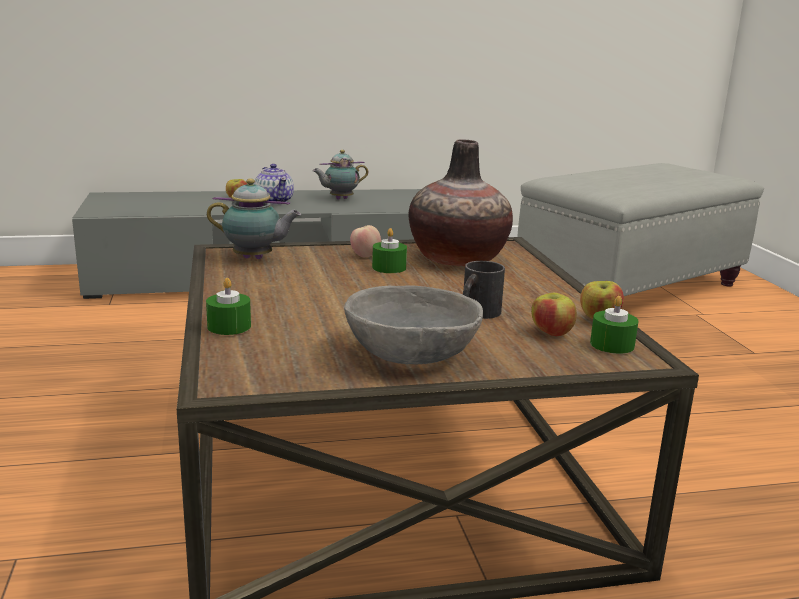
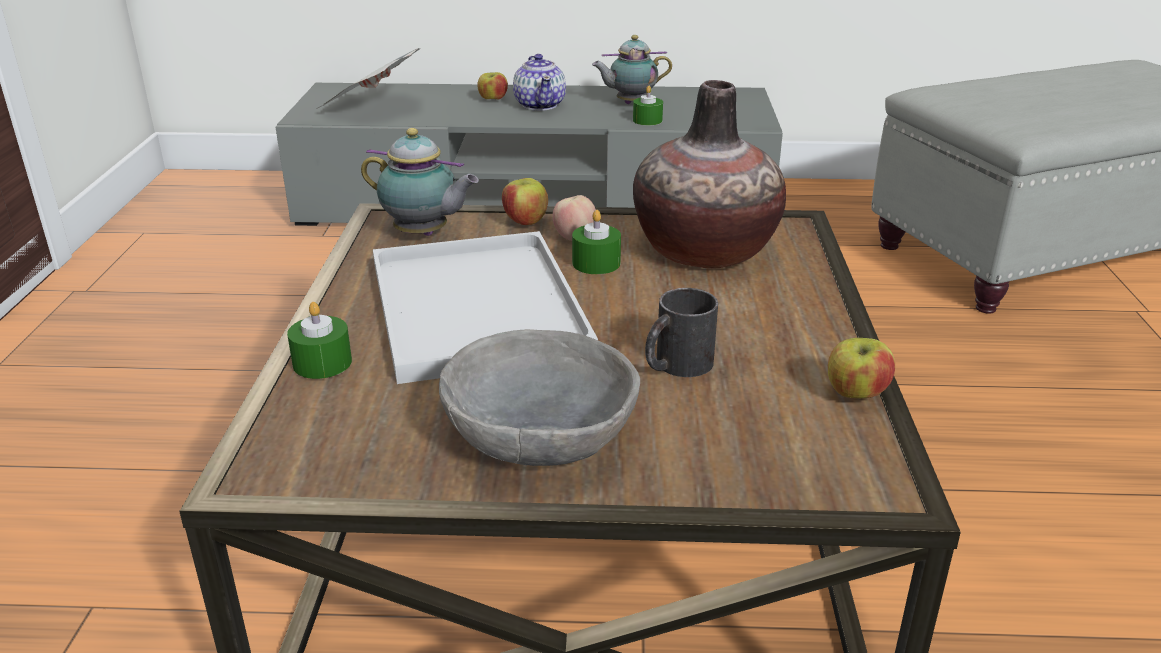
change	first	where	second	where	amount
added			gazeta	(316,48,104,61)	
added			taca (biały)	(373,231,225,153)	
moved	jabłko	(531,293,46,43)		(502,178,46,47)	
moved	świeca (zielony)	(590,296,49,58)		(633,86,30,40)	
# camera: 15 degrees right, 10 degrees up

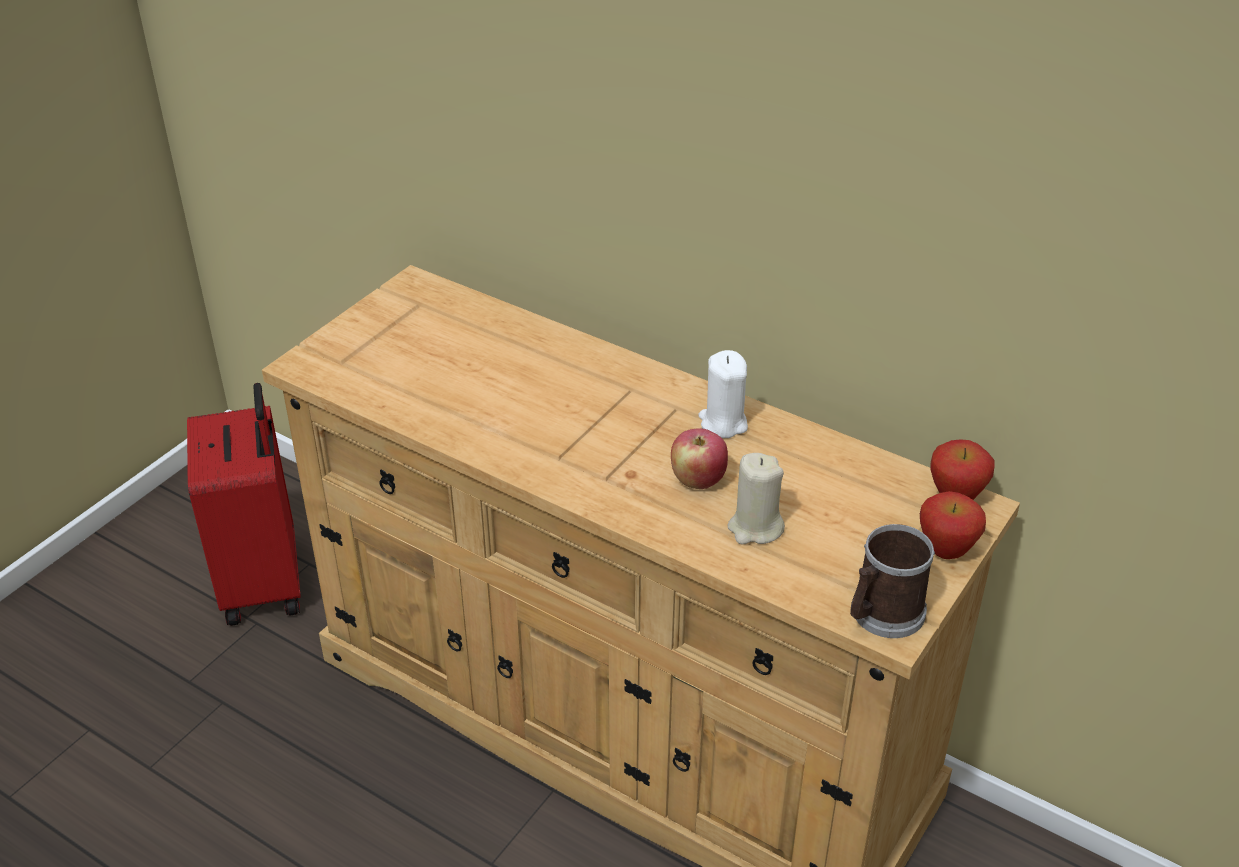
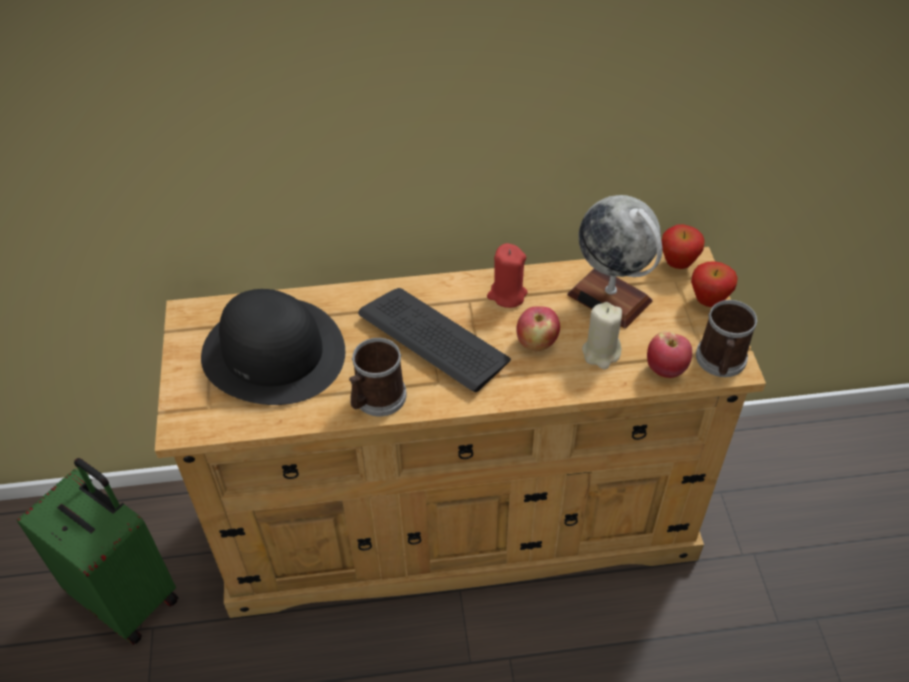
change	first	where	second	where	amount
added			kapelusz (czarny)	(201,289,144,116)	
added			kubek	(349,338,58,78)	
added			klawiatura	(358,288,153,104)	
added			globus	(567,195,95,134)	
added			jabłko	(647,331,45,47)	
recoloured	walizka (czerwony)	(187,383,114,243)	walizka (zielony)	(17,458,162,187)	
recoloured	świeca (biały)	(698,350,50,88)	świeca (czerwony)	(487,243,40,65)	
# camera: 40 degrees left, 10 degrees up

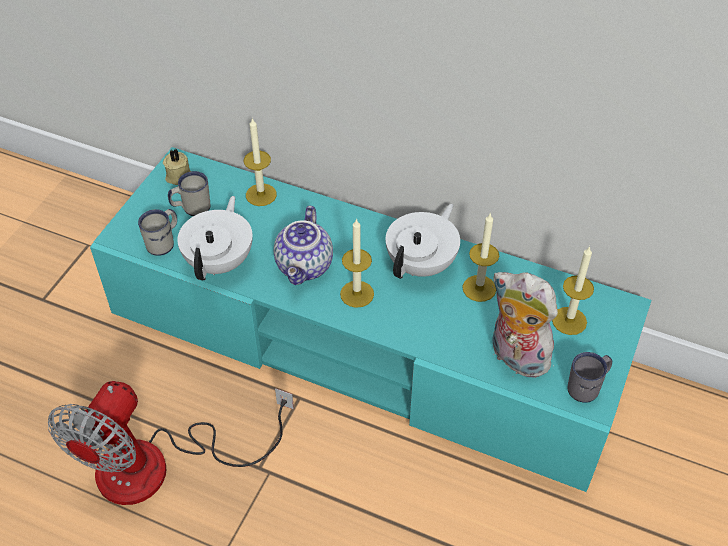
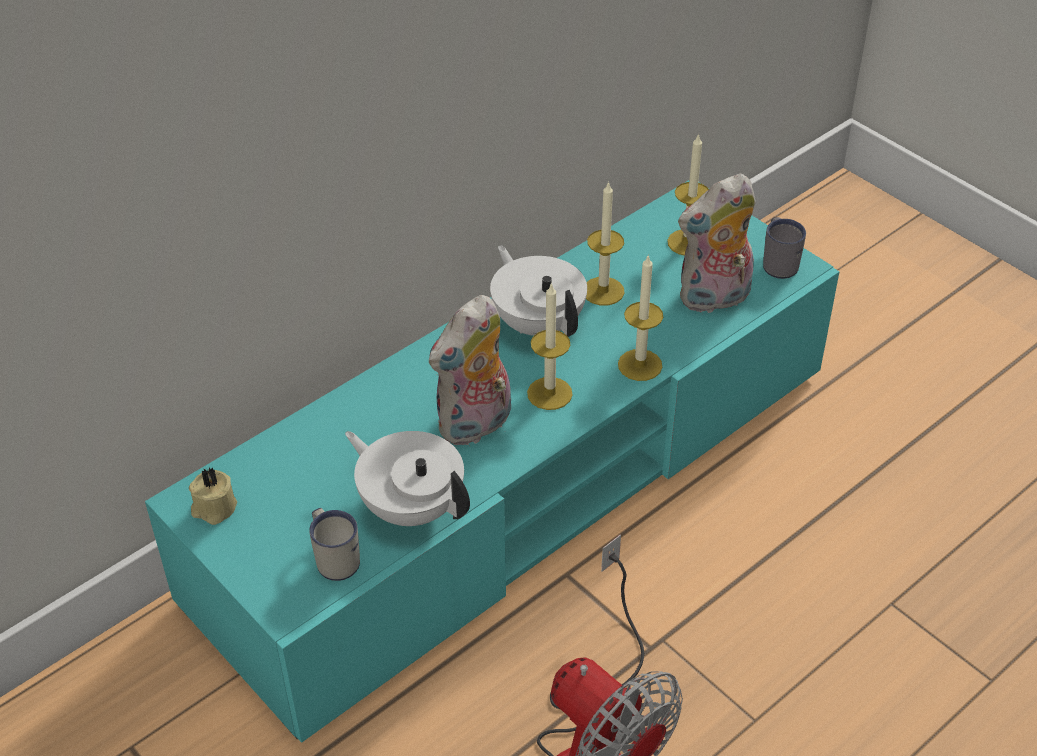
change	first	where	second	where	amount
removed	kubek (biały)	(168,171,42,45)			
moved	świeca	(244,118,33,88)		(618,254,45,127)	
replaced	imbryk	(274,205,59,80)	pluszak	(429,295,82,150)	
# camera: 65 degrees left, 5 degrees down

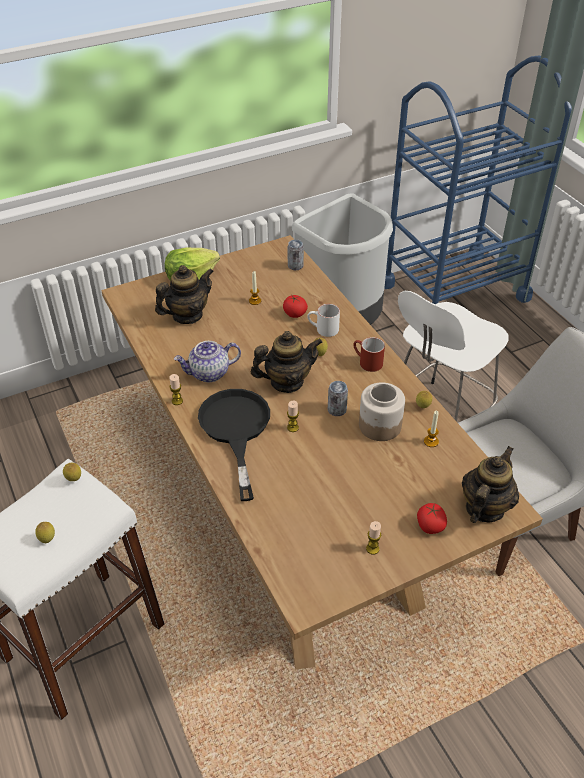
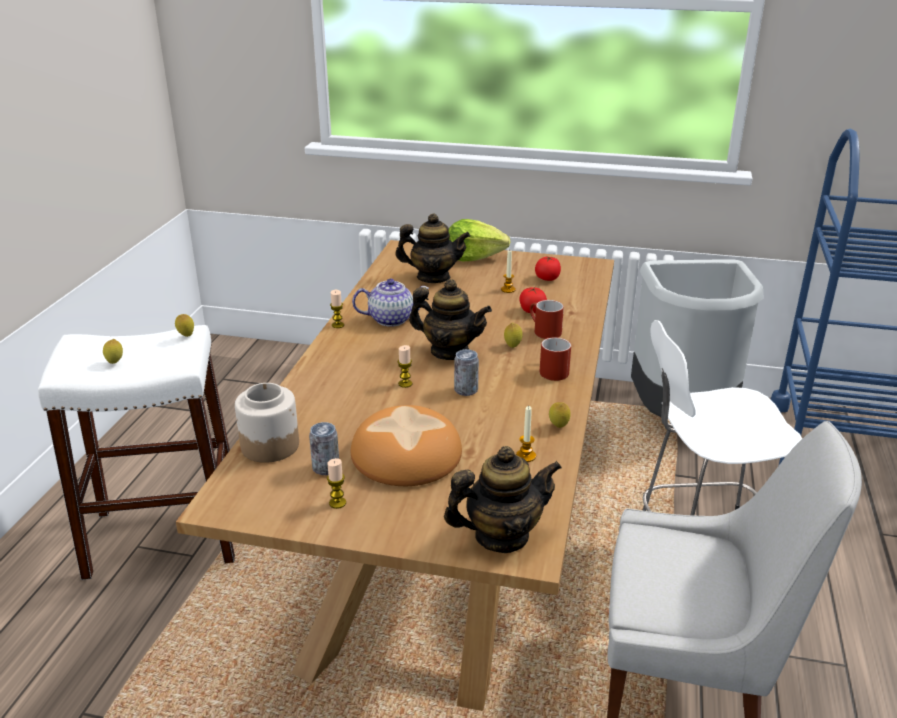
change	first	where	second	where	amount
removed	patelnia (czarny)	(198,389,72,112)			
added			chleb	(351,405,111,81)	
moved	puszka	(288,239,16,31)		(309,422,30,53)	
moved	słoik	(359,382,46,59)		(235,383,64,80)	
moved	pomidor	(417,503,30,31)		(535,257,26,24)	
recoloured	kubek (biały)	(307,304,33,33)	kubek (czerwony)	(530,300,34,39)	
turned	imbryk	(174,341,67,41)		(352,278,77,49)	150 degrees clockwise
# camera: 40 degrees right, 15 degrees down

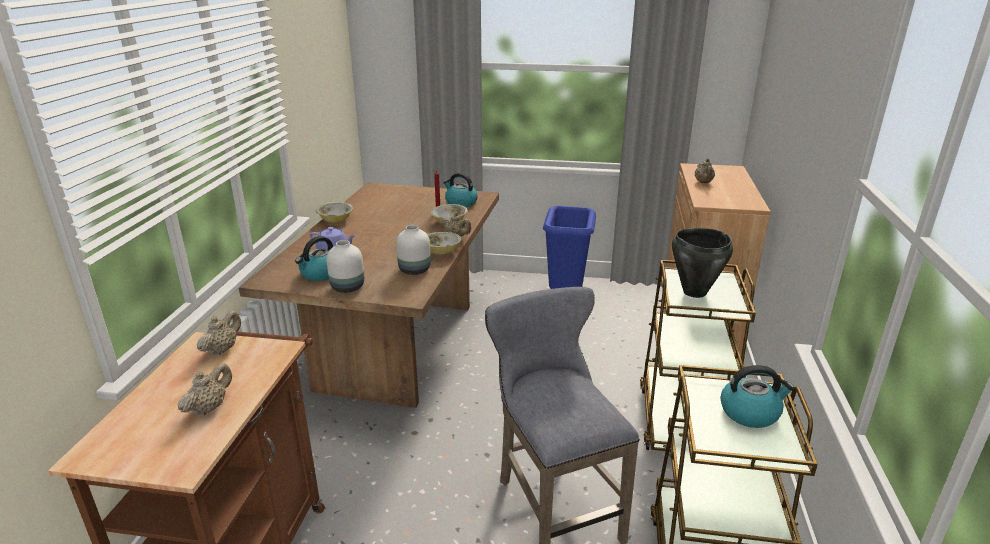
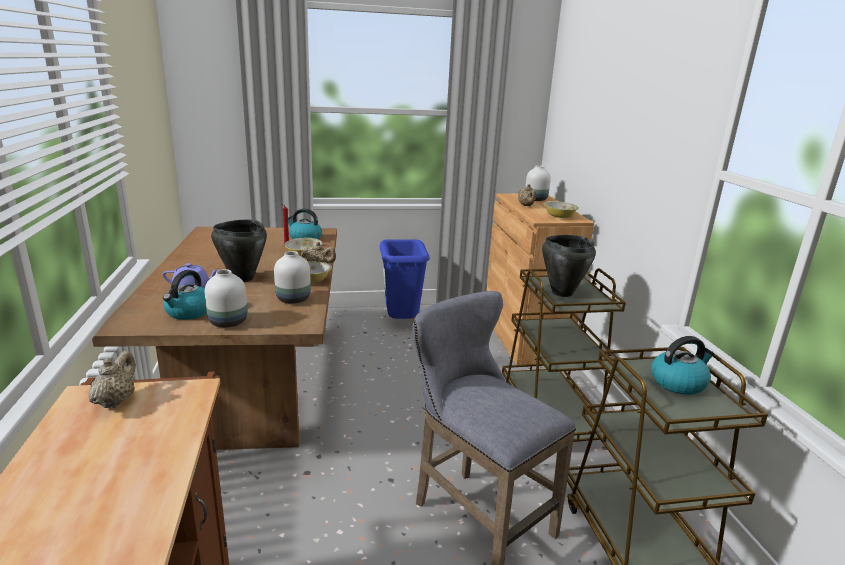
change	first	where	second	where	amount
removed	imbryk (beżowy)	(178,363,54,53)			
added			garnek (czarny)	(211,220,56,62)	
added			wazon (biały)	(525,165,26,36)	
moved	miska	(316,202,37,21)		(544,201,35,17)	
# camera: 20 degrees left, 5 degrees down

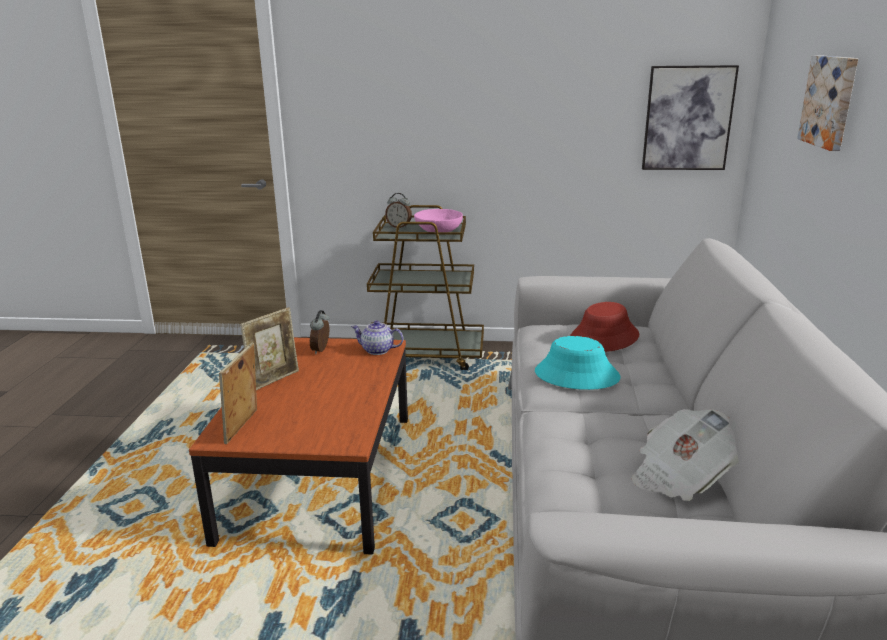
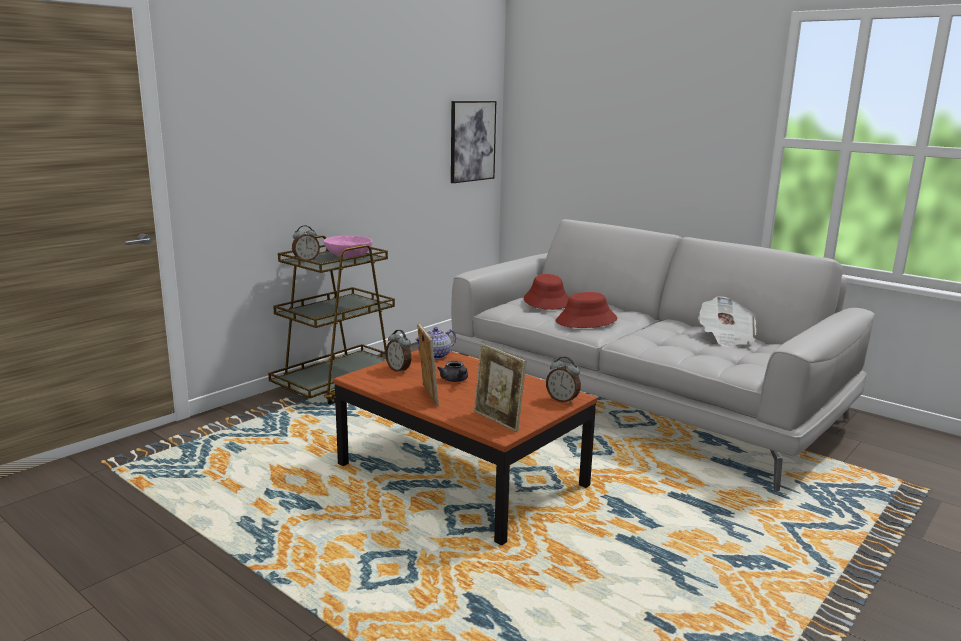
change	first	where	second	where	amount
removed	obraz	(797,55,61,96)			
added			imbryk (szary)	(437,361,31,21)	
added			budzik	(546,356,35,48)	
recoloured	kapelusz (turkusowy)	(535,336,86,54)	kapelusz (czerwony)	(555,292,62,36)	
# camera: 55 degrees left, 5 degrees down

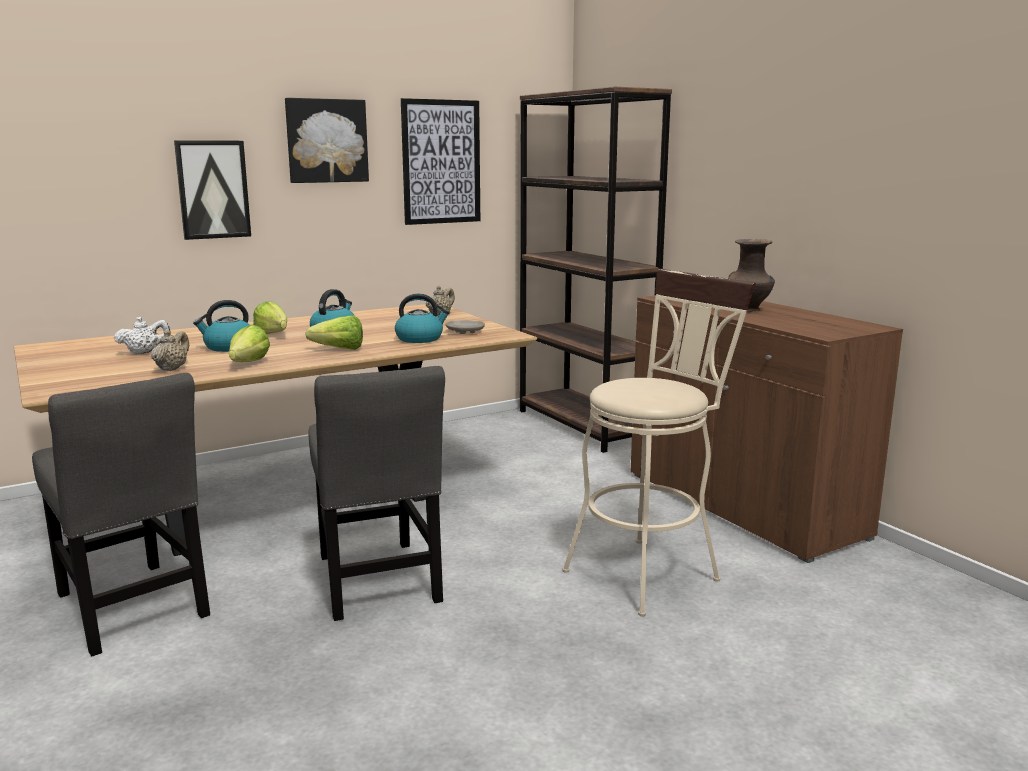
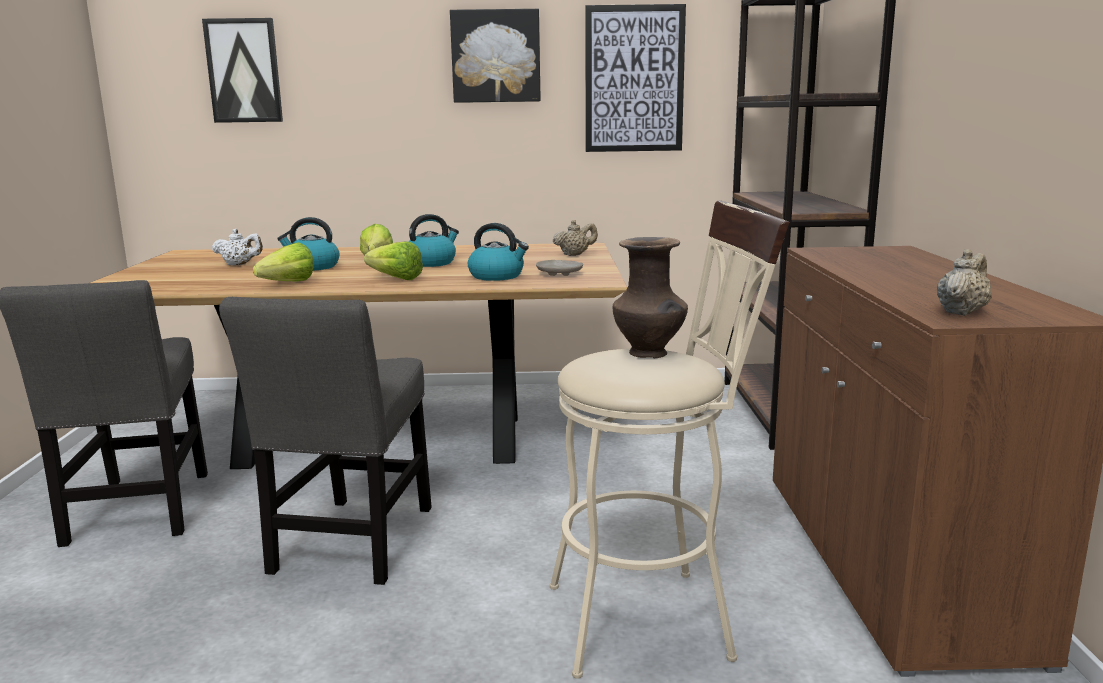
change	first	where	second	where	amount
moved	imbryk (beżowy)	(151,330,38,41)		(937,249,55,67)	
moved	obraz	(174,140,77,100)		(202,18,81,105)	
moved	wazon (brązowy)	(728,239,47,73)		(613,237,75,121)	
# camera: 30 degrees right, 0 degrees up

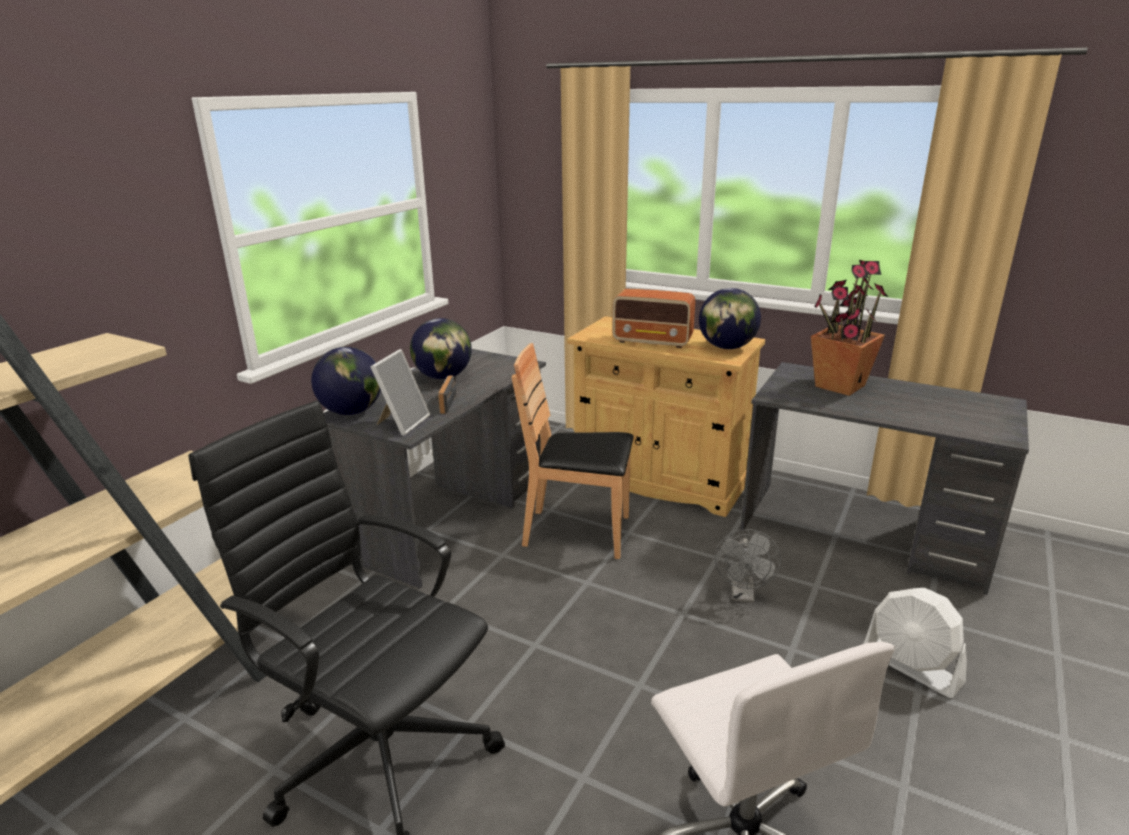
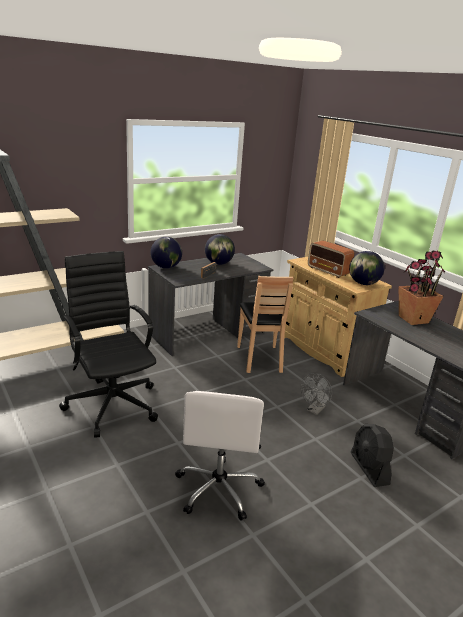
change	first	where	second	where	amount
removed	ramka na zdjęcie	(370,349,60,87)			
recoloured	wentylator (biały)	(863,588,104,110)	wentylator (czarny)	(351,424,43,63)	
turned	krzesło (brązowy)	(511,343,123,216)		(237,276,56,97)	135 degrees counterclockwise
# camera: 25 degrees right, 0 degrees up

